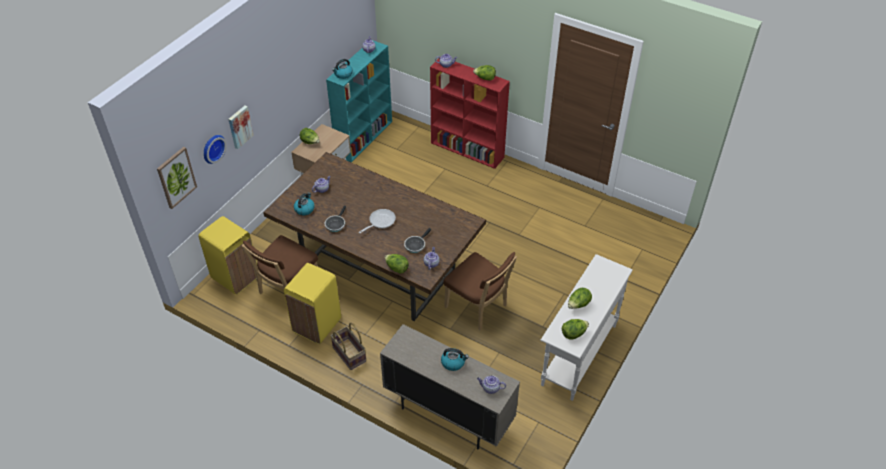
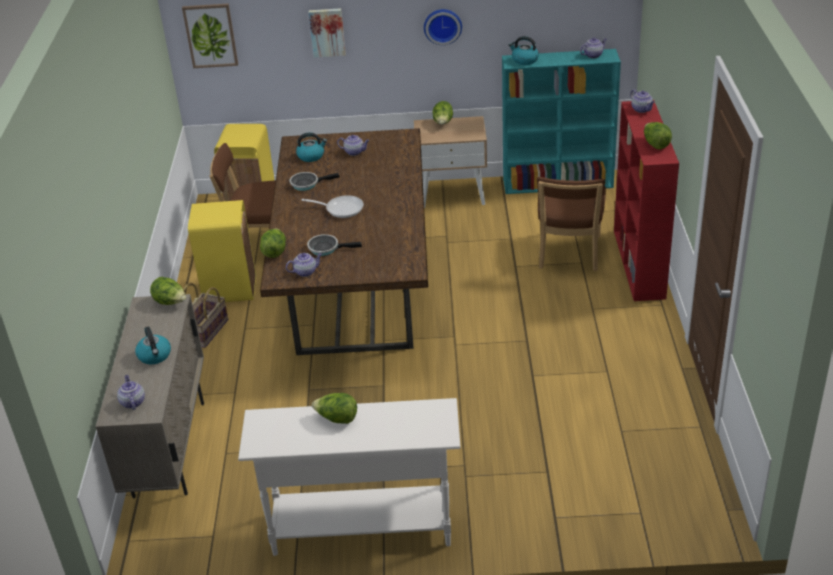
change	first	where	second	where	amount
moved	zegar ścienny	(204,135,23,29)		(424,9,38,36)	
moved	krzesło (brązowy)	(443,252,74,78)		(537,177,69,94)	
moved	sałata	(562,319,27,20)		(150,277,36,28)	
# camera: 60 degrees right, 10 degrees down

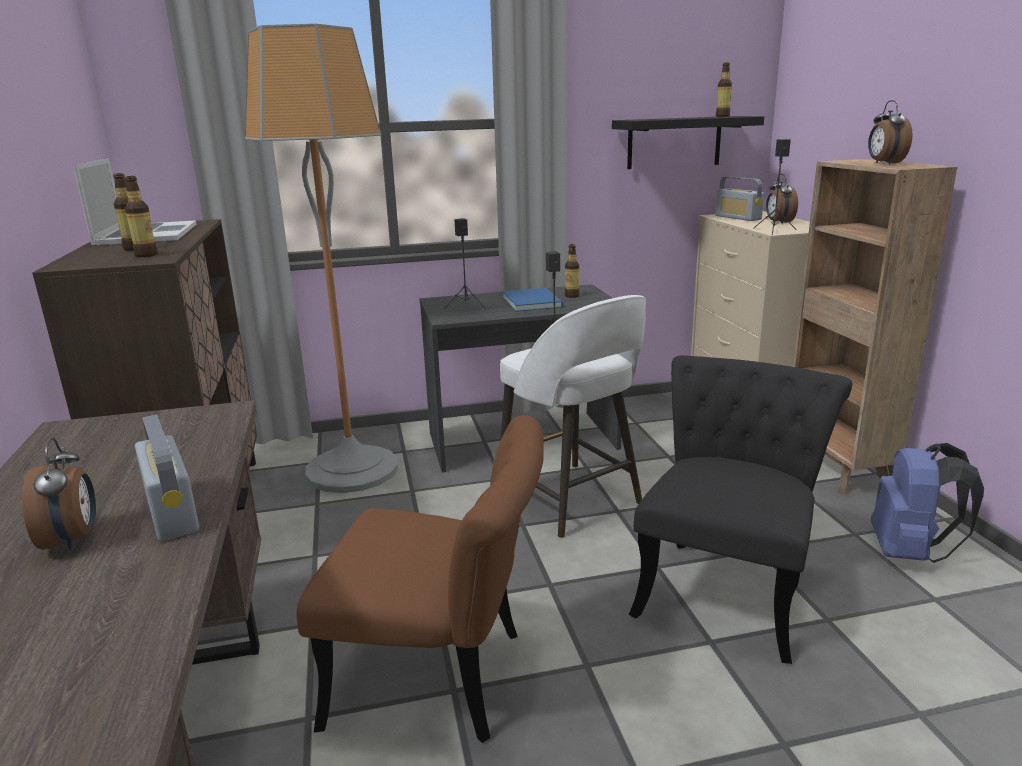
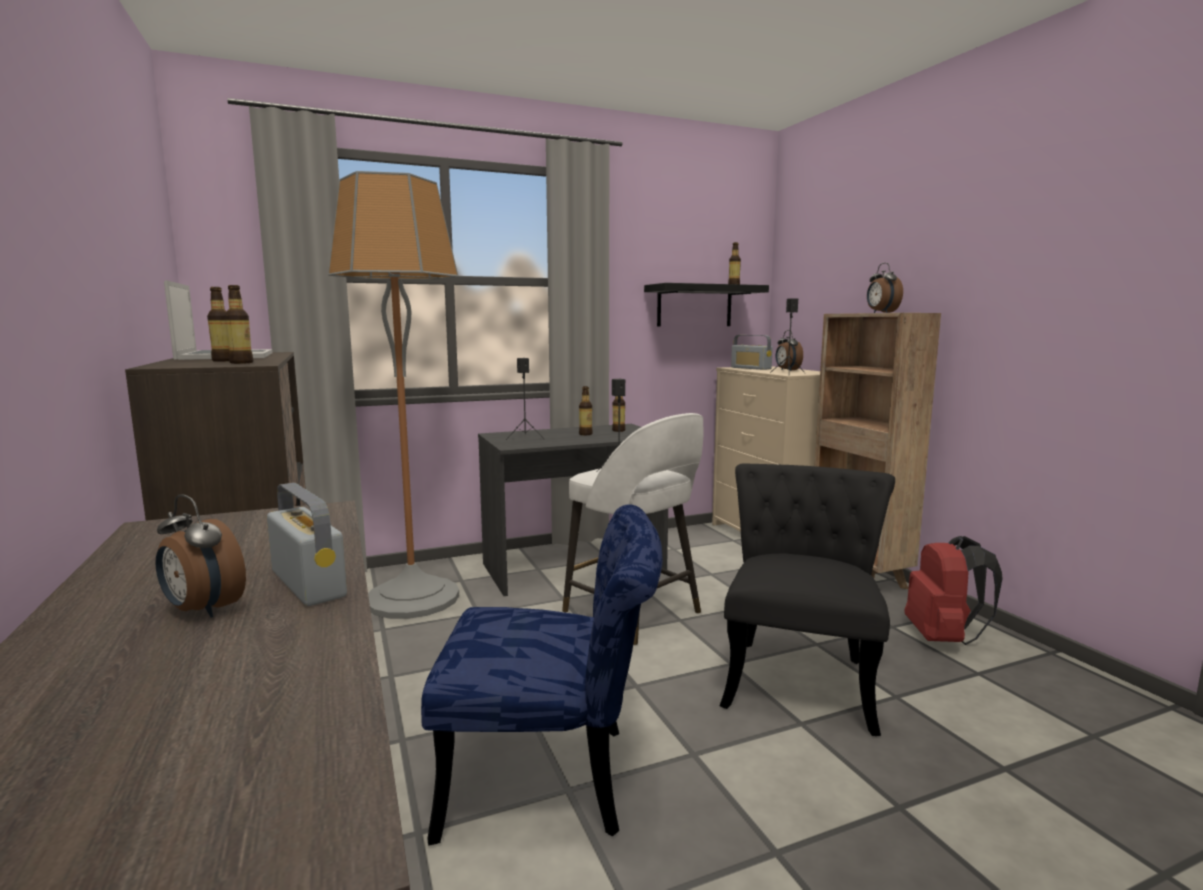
change	first	where	second	where	amount
replaced	książka (niebieski)	(502,288,62,24)	butelka	(579,386,14,49)	
recoloured	krzesło (brązowy)	(297,415,247,328)	krzesło (niebieski)	(421,504,242,342)	
recoloured	plecak (niebieski)	(871,443,113,120)	plecak (czerwony)	(904,536,99,109)	
turned	budzik	(22,437,74,114)		(155,494,91,124)	150 degrees clockwise
# camera: 10 degrees left, 10 degrees down

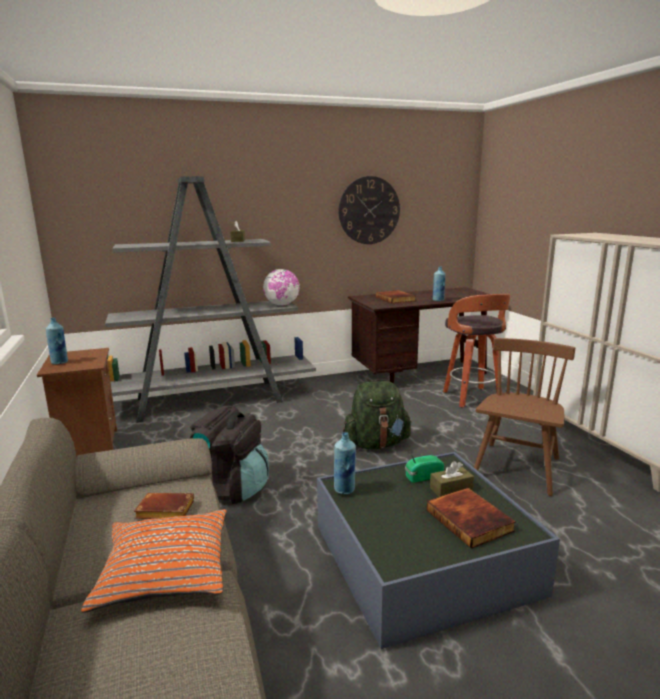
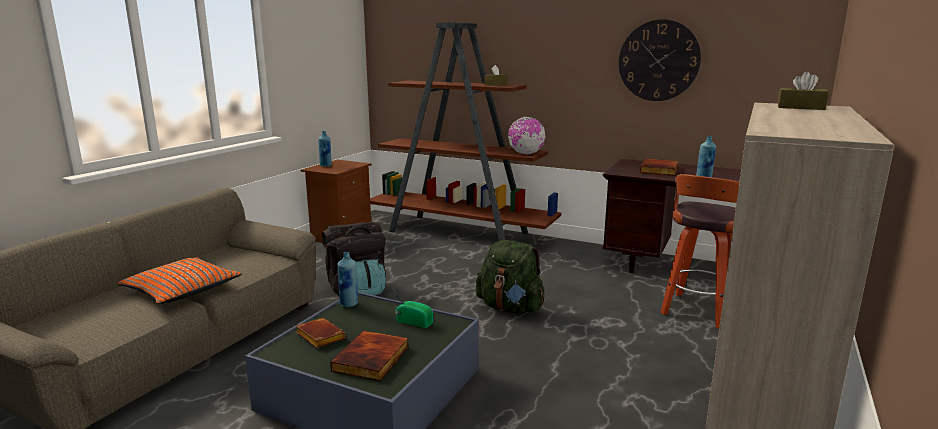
change	first	where	second	where	amount
removed	krzesło (brązowy)	(474,338,101,158)			
moved	książka (brązowy)	(134,493,60,26)		(296,318,50,30)	
moved	pudełko chusteczek (brązowy)	(430,461,44,36)		(778,72,51,38)	
recoloured	regał (szary)	(105,176,211,247)	regał (brązowy)	(370,22,191,219)	
# camera: 45 degrees right, 0 degrees up

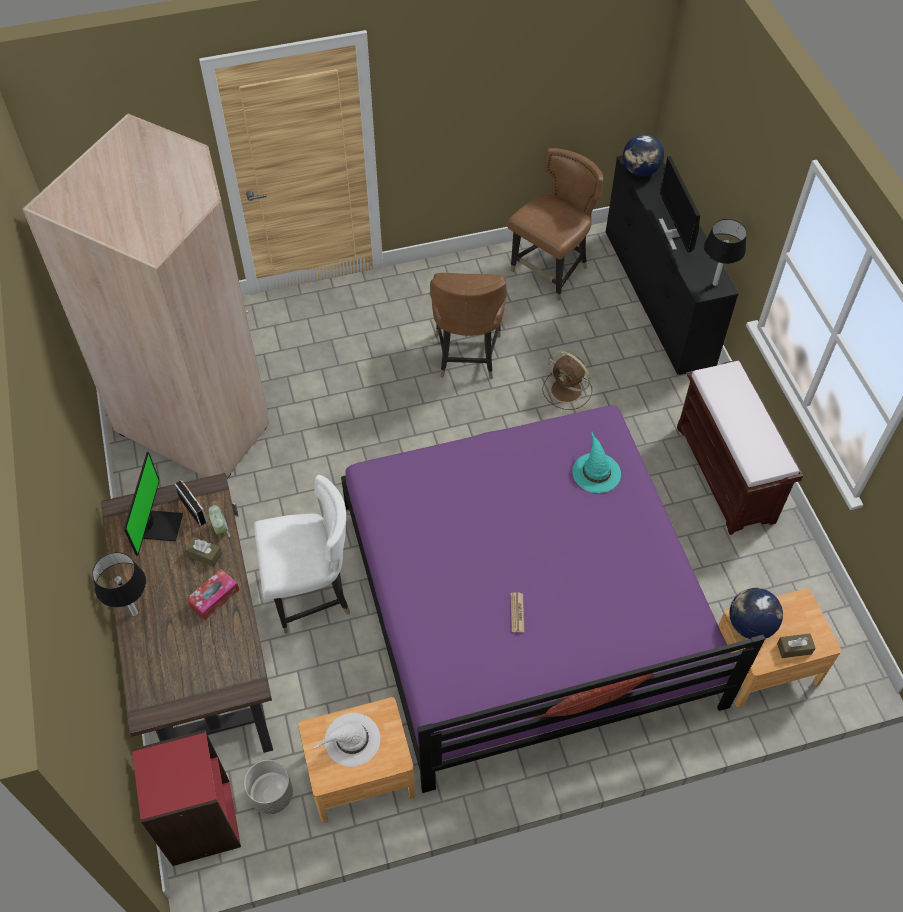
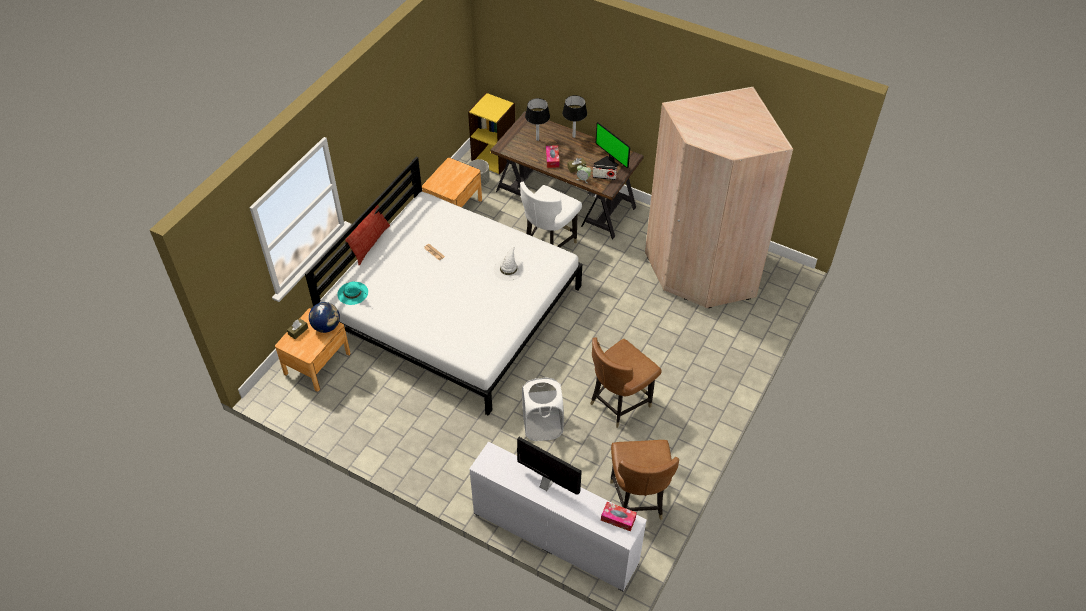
change	first	where	second	where	amount
removed	ławka (brązowy)	(677,359,126,176)			
moved	kapelusz (biały)	(314,713,66,54)		(494,245,30,36)	
moved	kapelusz (turkusowy)	(572,432,49,61)		(337,281,31,24)	
moved	lampa stołowa (czarny)	(704,219,43,67)		(525,98,25,43)	
replaced	wentylator (brązowy)	(542,350,50,60)	kosz na pranie (biały)	(522,377,42,64)	
replaced	globus	(623,134,41,43)	pudełko chusteczek	(601,502,36,29)	
recoloured	regał (czerwony)	(132,730,109,136)	regał (żółty)	(468,93,47,81)	
recoloured	łóżko (fioletowy)	(341,405,424,388)	łóżko (biały)	(305,157,277,259)	
recoloured	komoda (czarny)	(606,155,133,220)	komoda (biały)	(469,442,178,150)	
turned	krzesło (brązowy)	(430,273,76,106)		(590,337,72,91)	90 degrees counterclockwise
# camera: 135 degrees right, 5 degrees down

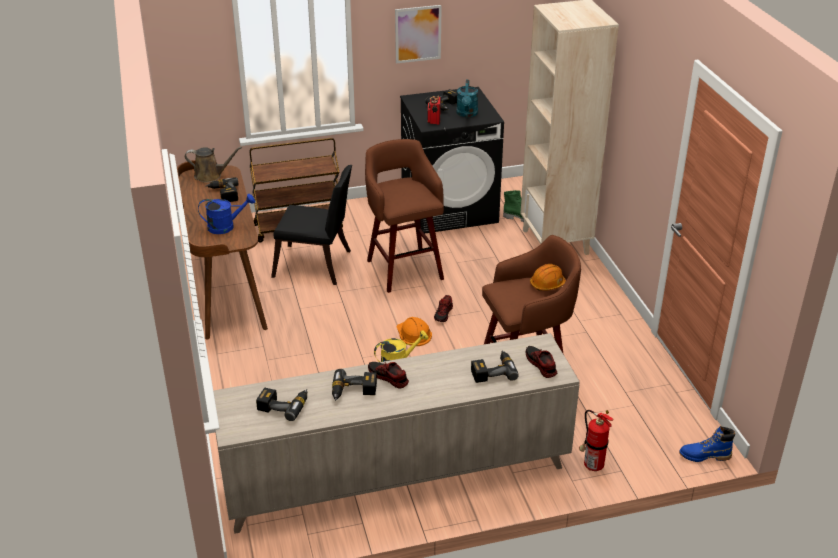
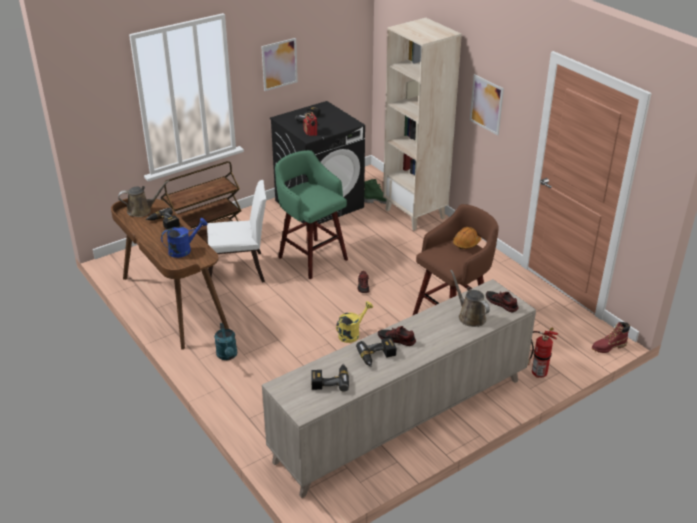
change	first	where	second	where	amount
removed	kask (pomarańczowy)	(397,317,35,29)			
added			obraz	(470,74,34,62)	
moved	konewka (turkusowy)	(457,80,21,37)		(214,323,24,37)	
replaced	wiertarka	(471,351,48,32)	konewka (brązowy)	(450,270,40,57)	
recoloured	krzesło (czarny)	(271,165,81,120)	krzesło (biały)	(207,180,59,107)	
recoloured	stołek (brązowy)	(365,139,79,154)	stołek (zielony)	(275,150,73,129)	
recoloured	but z cholewką (niebieski)	(679,426,56,36)	but z cholewką (czerwony)	(592,322,38,31)	
# camera: 20 degrees left, 0 degrees up

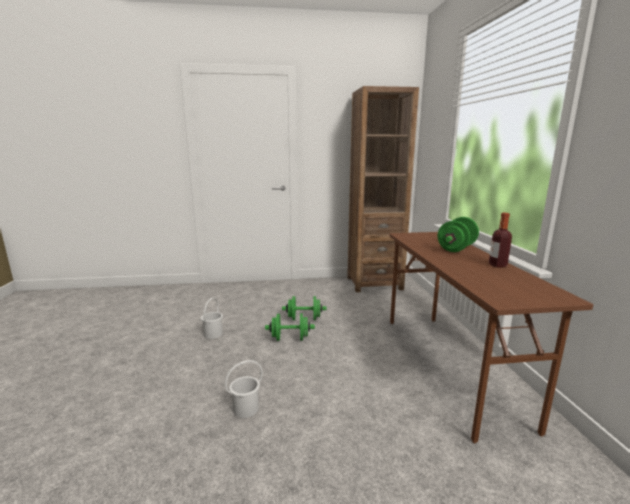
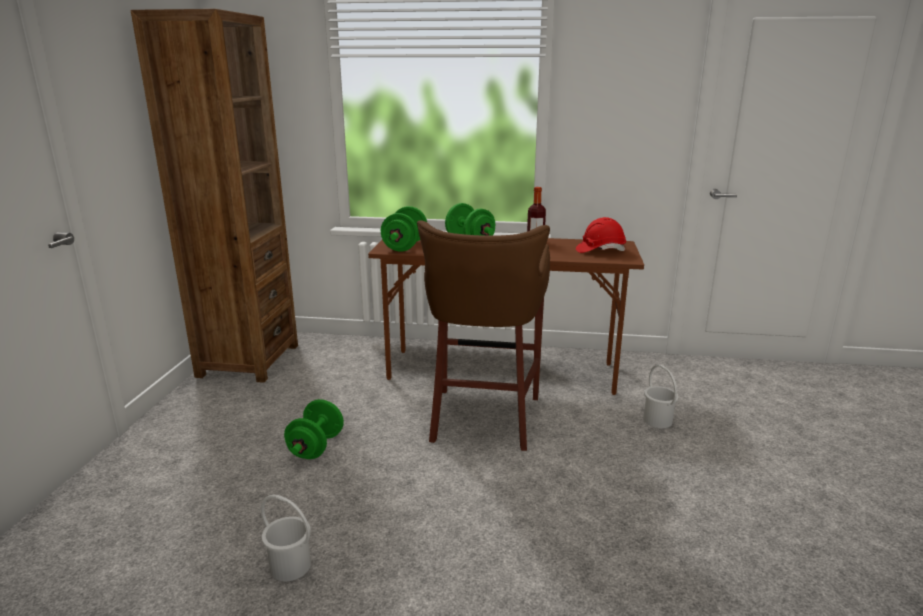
change	first	where	second	where	amount
added			stołek (brązowy)	(417,220,133,231)	
added			kask (czerwony)	(576,217,50,36)	
moved	wiadro (biały)	(225,360,38,58)		(643,365,36,63)	
moved	hantel (zielony)	(265,313,50,28)		(381,206,46,46)	
# camera: 75 degrees left, 5 degrees up

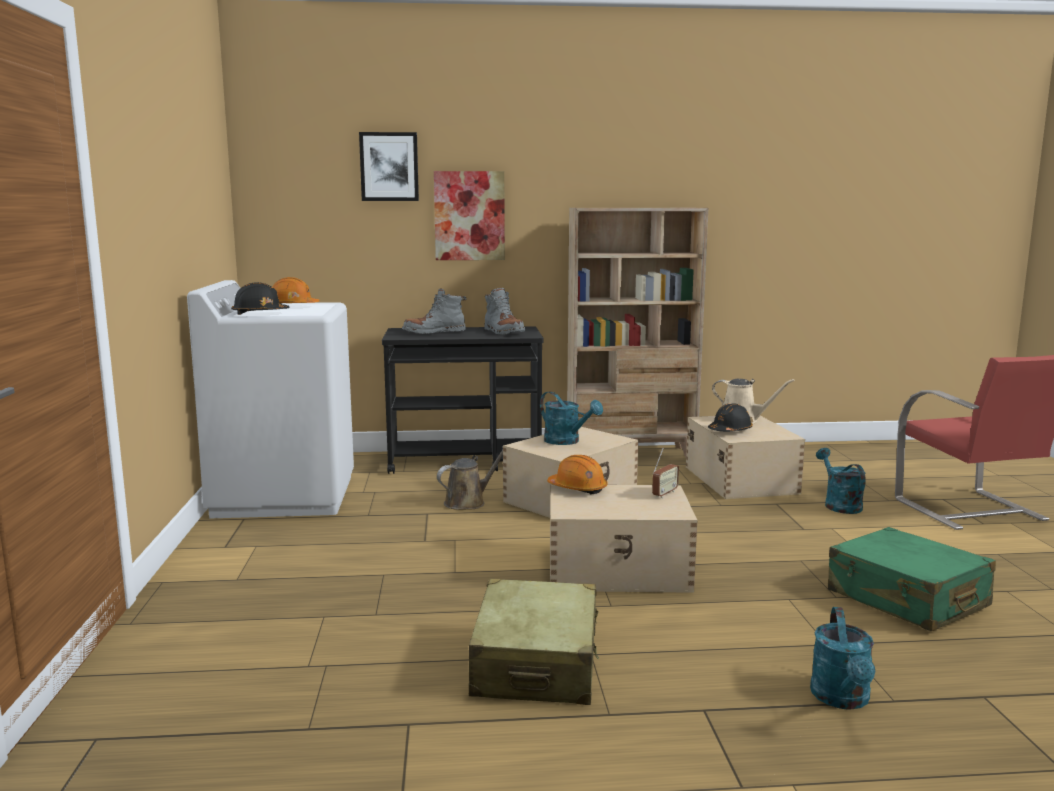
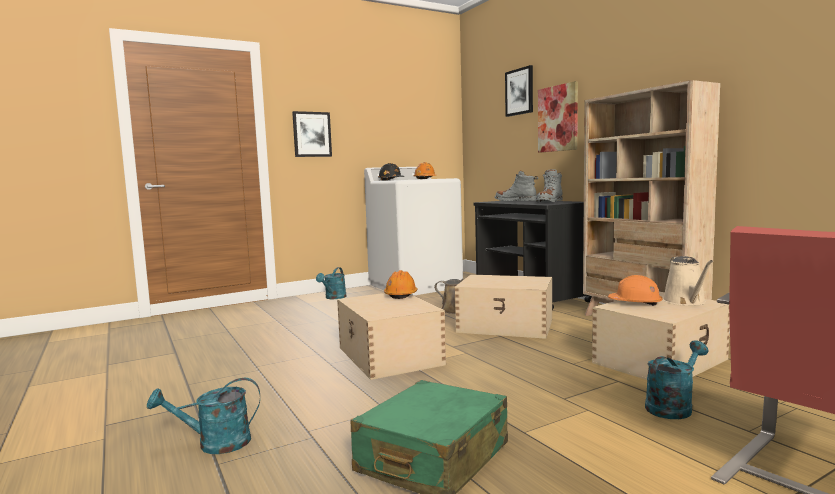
change	first	where	second	where	amount
removed	walizka (beżowy)	(469,579,130,126)			
removed	radio	(652,448,27,50)			
added			obraz	(292,111,40,46)	
moved	konewka (turkusowy)	(540,391,63,54)		(316,267,30,32)	
recoloured	kask (czarny)	(708,403,45,29)	kask (pomarańczowy)	(608,275,55,31)	
# camera: 65 degrees right, 5 degrees down

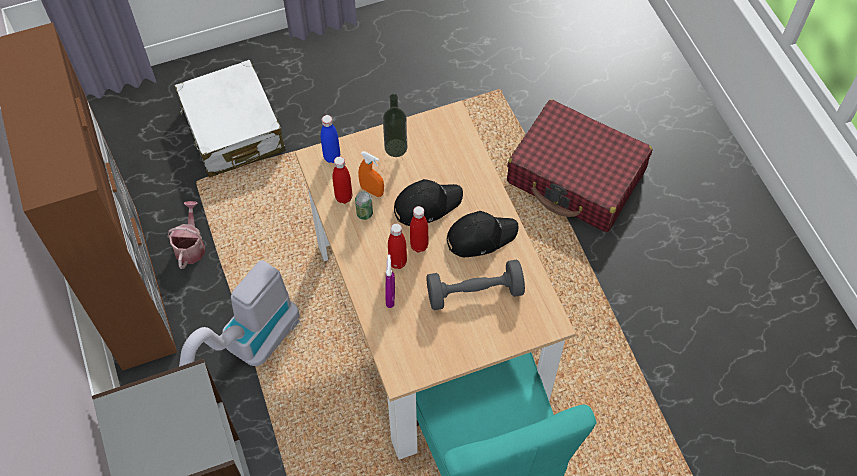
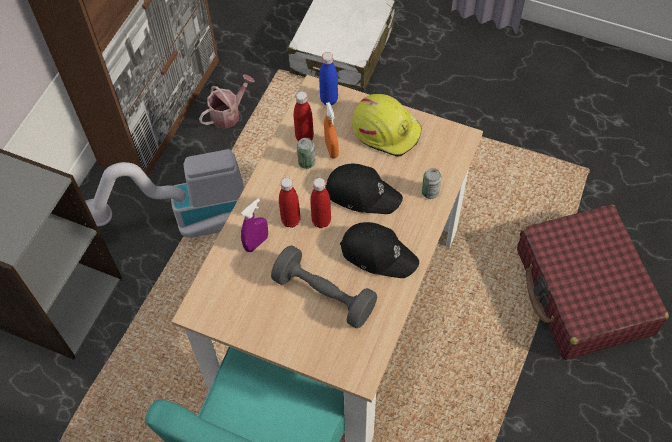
change	first	where	second	where	amount
added			puszka	(422,168,20,31)	
replaced	butelka	(383,94,24,63)	kask (żółty)	(352,94,70,63)	
# camera: 45 degrees right, 0 degrees up

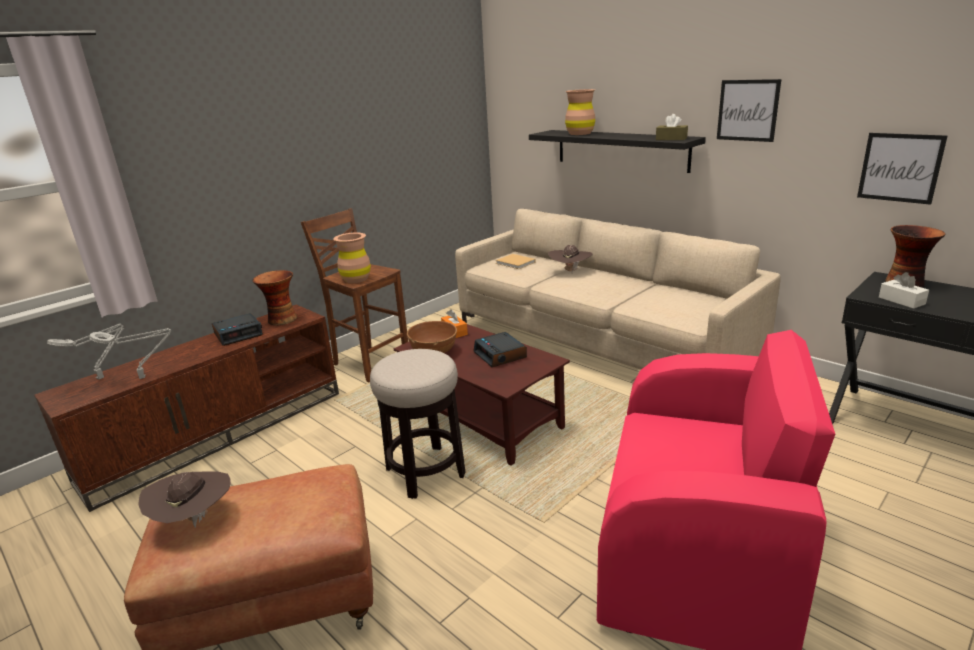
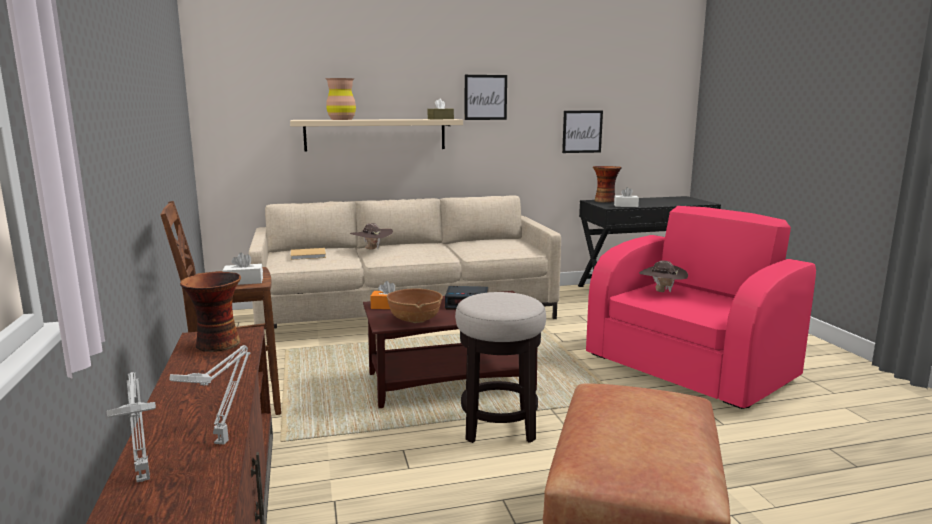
change	first	where	second	where	amount
removed	budzik	(212,313,51,33)			
moved	kapelusz (brązowy)	(138,472,93,56)		(639,261,49,32)	
replaced	wazon (brązowy)	(333,232,38,51)	pudełko chusteczek (biały)	(223,252,40,33)	
recoloured	półka (czarny)	(529,130,177,43)	półka (beżowy)	(290,119,173,33)	
# camera: 60 degrees left, 10 degrees down

